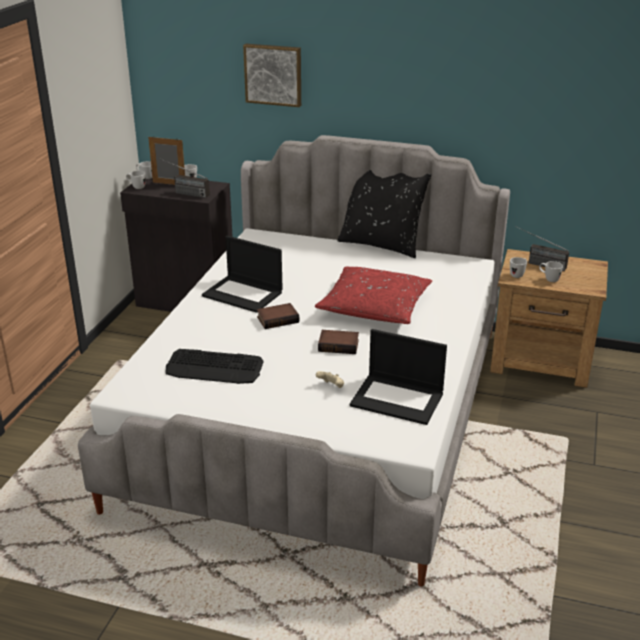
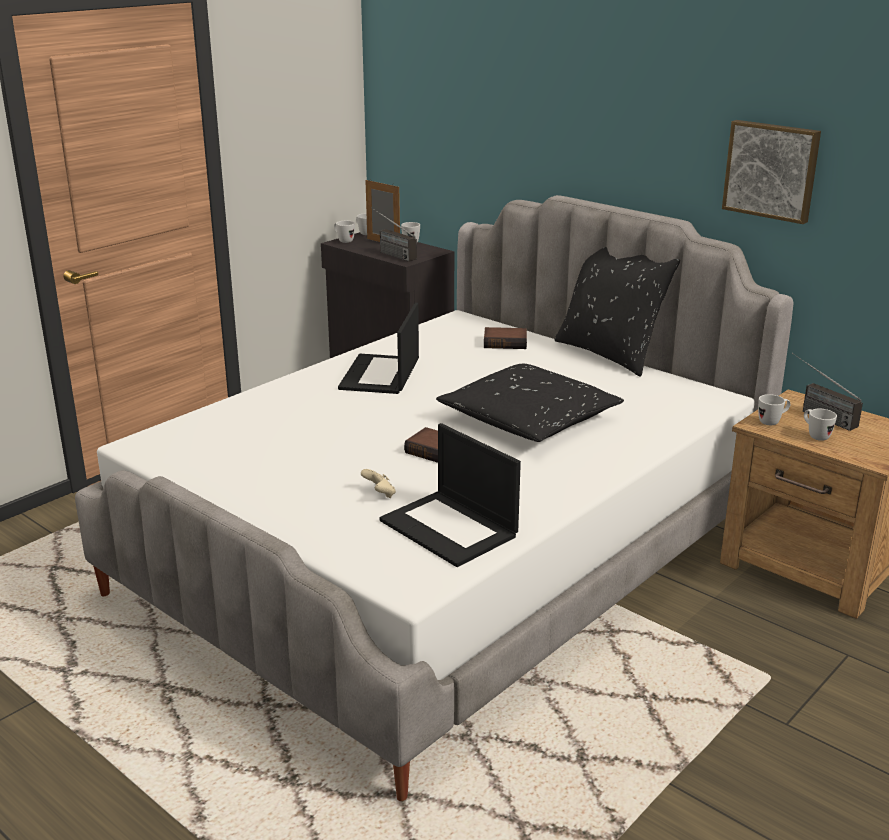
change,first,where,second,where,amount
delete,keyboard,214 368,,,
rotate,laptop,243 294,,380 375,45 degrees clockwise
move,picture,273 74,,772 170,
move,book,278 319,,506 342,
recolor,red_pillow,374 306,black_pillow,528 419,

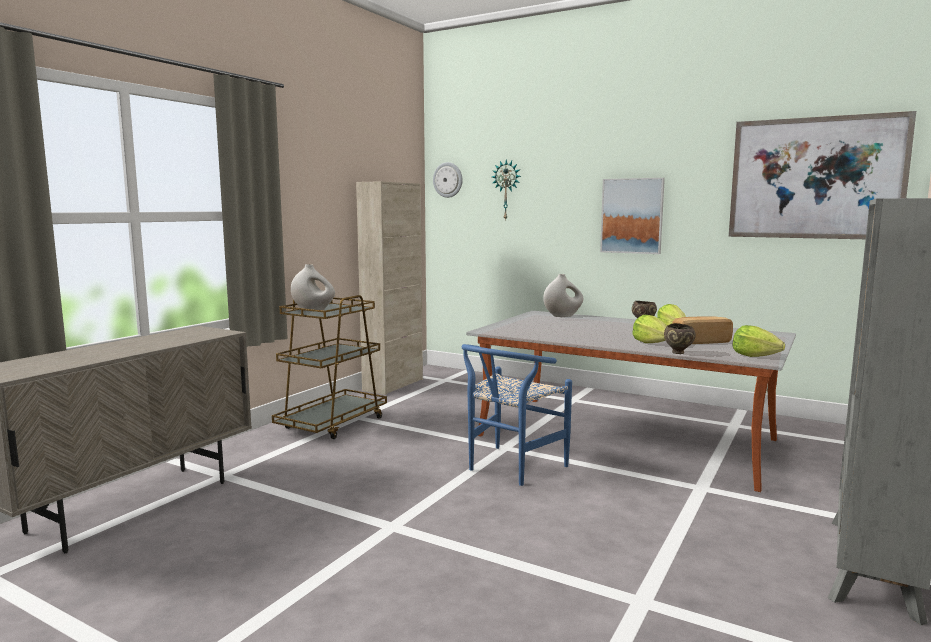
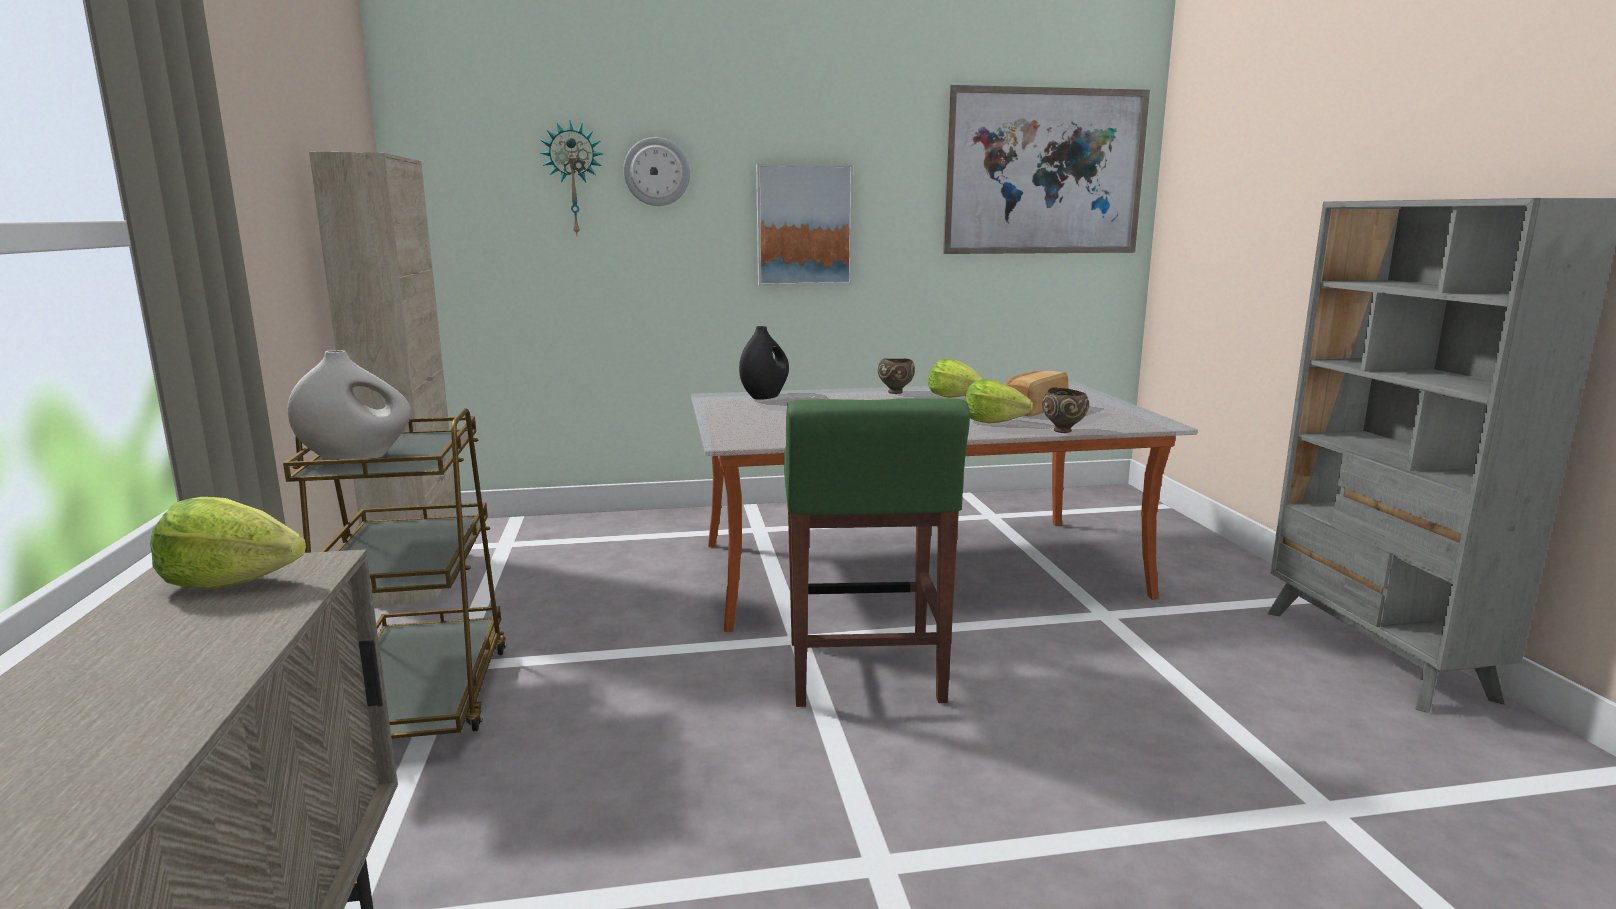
change,first,where,second,where,amount
move,wall_clock,448 180,,656 172,
replace,blue_chair,509 468,green_stool,864 673,
recolor,white_vase,563 316,black_vase,764 396,
move,lettuce,754 356,,231 581,

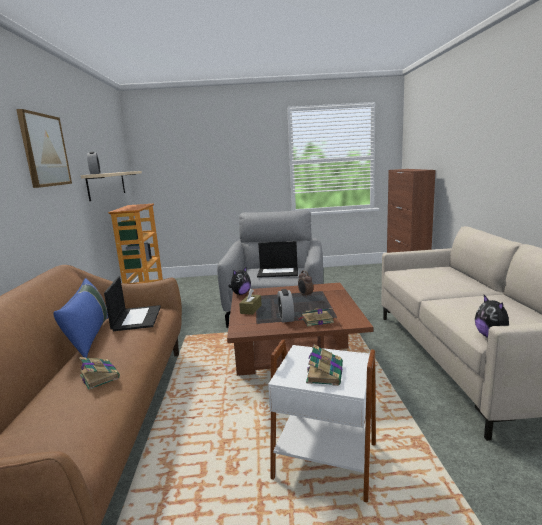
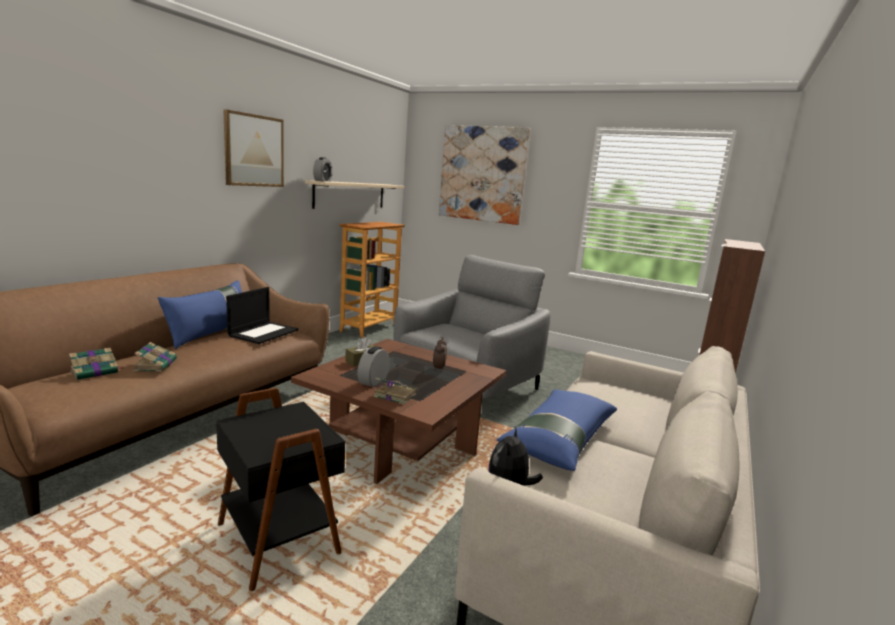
change,first,where,second,where,amount
delete,plush_toy,241 294,,,
delete,laptop,278 272,,,
recolor,white_side_table,325 459,black_side_table,280 538,
move,book,325 373,,96 372,
insert,,,picture,482 174,
insert,,,blue_pillow,559 438,

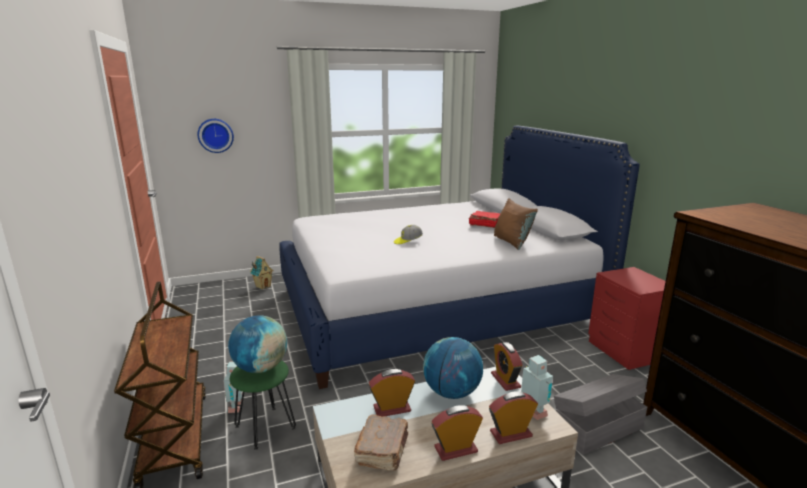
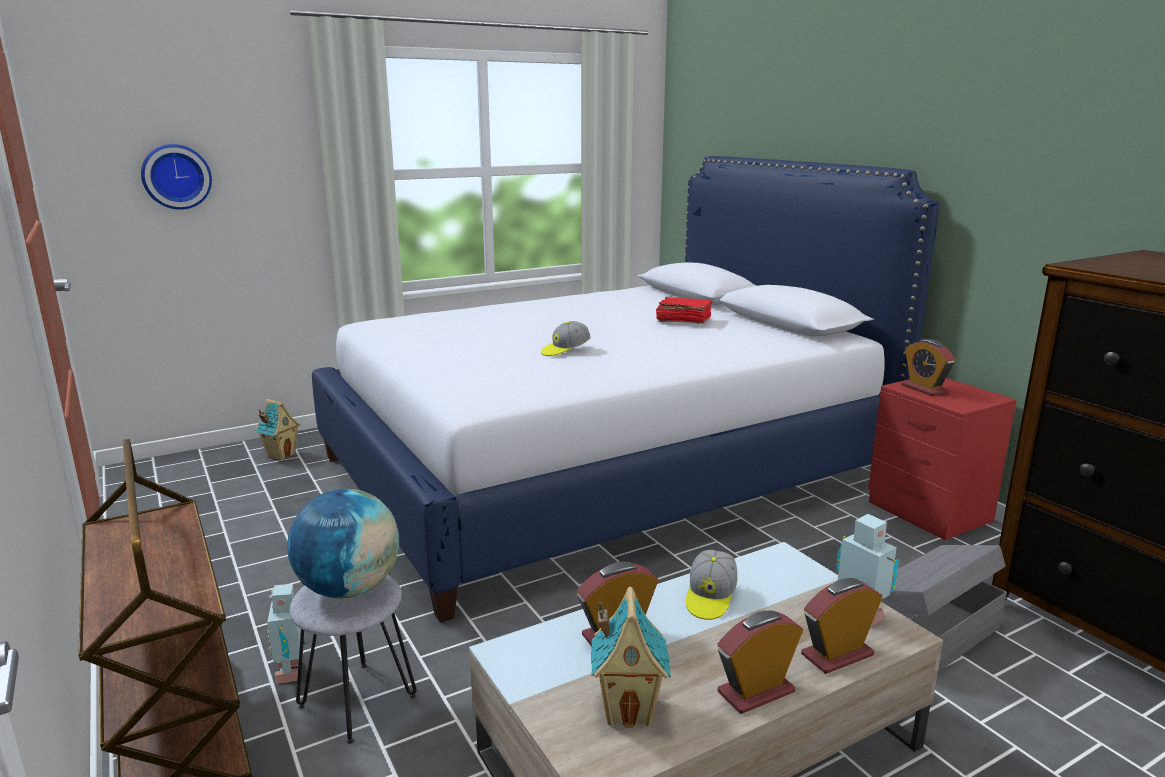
change,first,where,second,where,amount
recolor,green_stool,265 427,grey_stool,356 702,
replace,brown_book,383 450,toy_house,629 709,
replace,globe,452 392,cap,710 597,
move,alarm_clock,505 380,,924 389,
delete,brown_pillow,512 242,,,

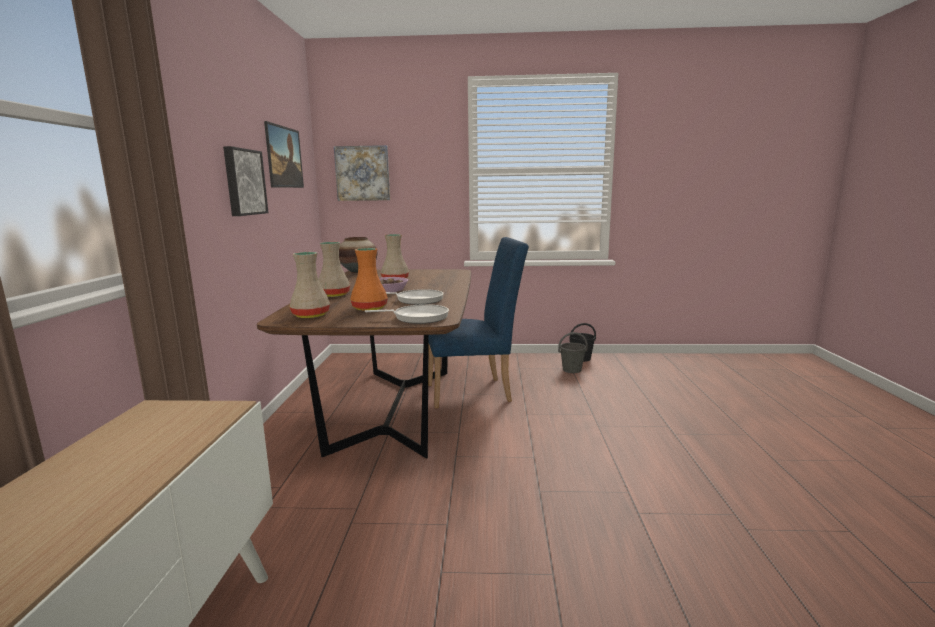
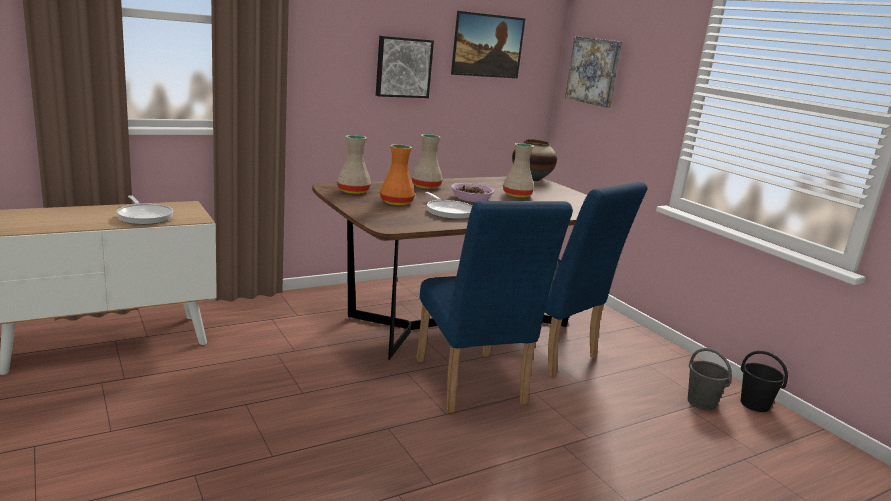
change,first,where,second,where,amount
move,frying_pan,417 317,,144 216,
insert,,,blue_chair,472 386,

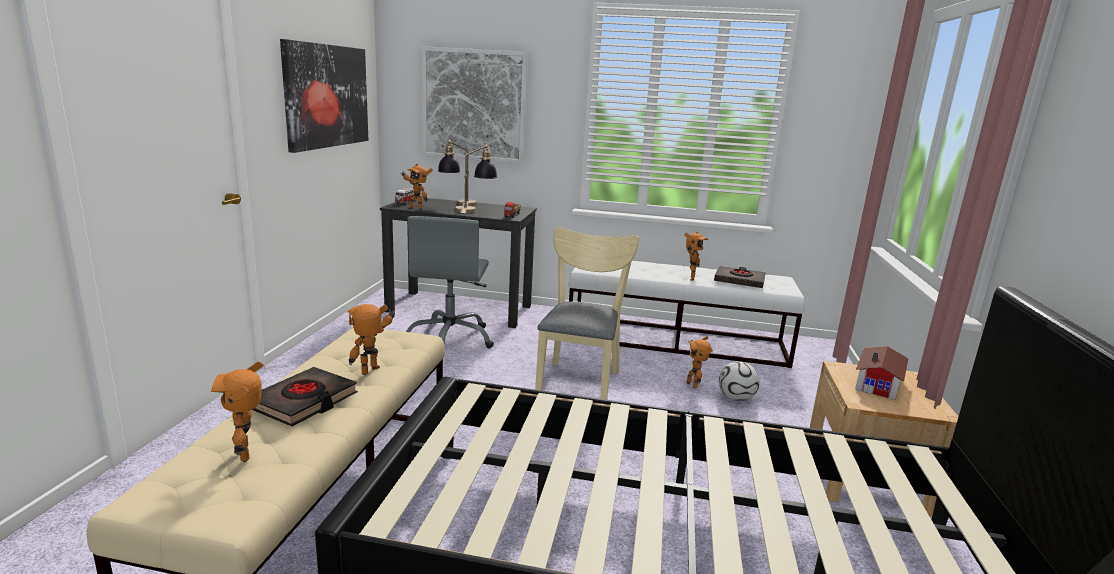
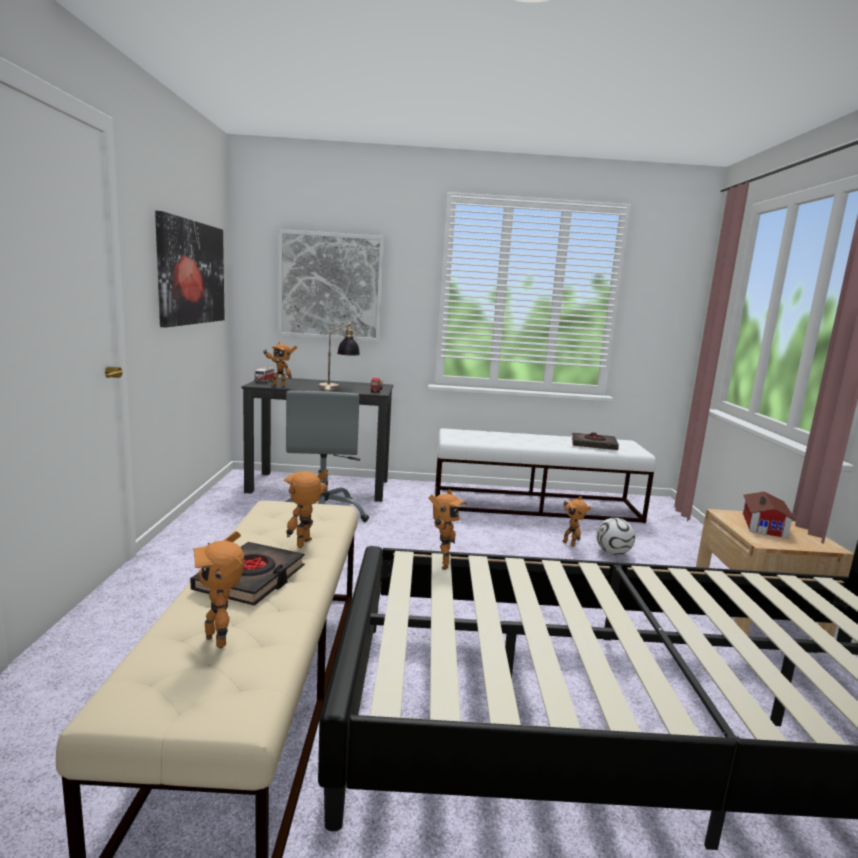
change,first,where,second,where,amount
delete,table_lamp,457 204,,,
delete,beige_chair,579 381,,,
move,toy_robot,690 278,,441 564,

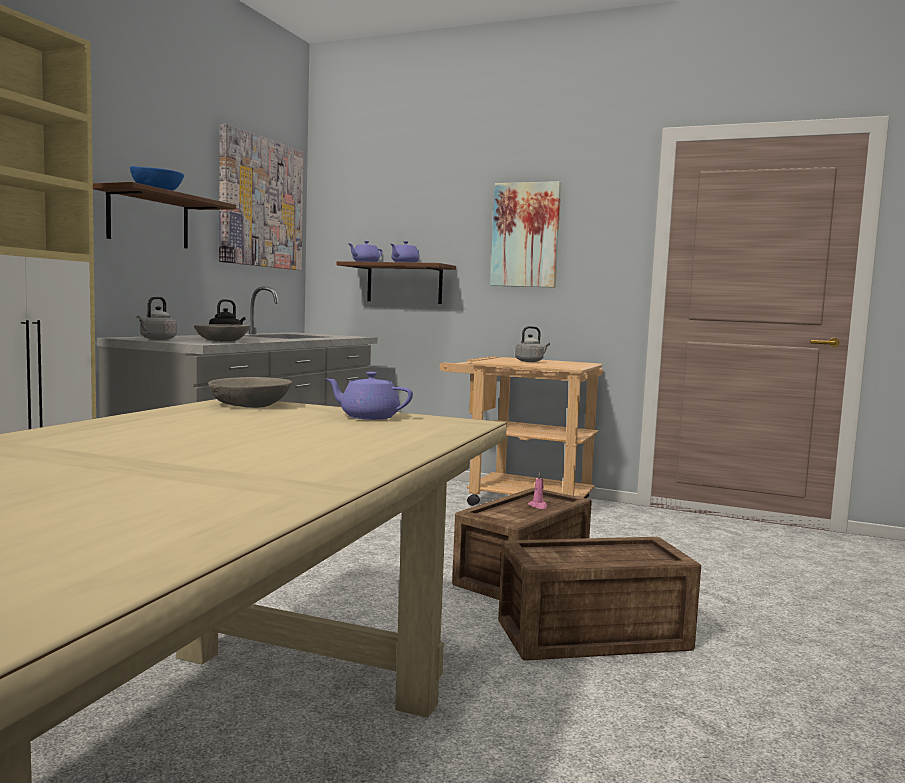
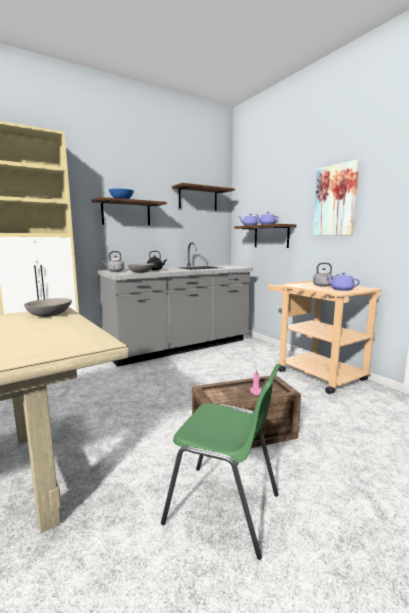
change,first,where,second,where,amount
replace,picture,260 203,brown_shelf,198 199,
move,purple_teapot,368 417,,341 289,
replace,crate,597 637,green_chair,224 509,

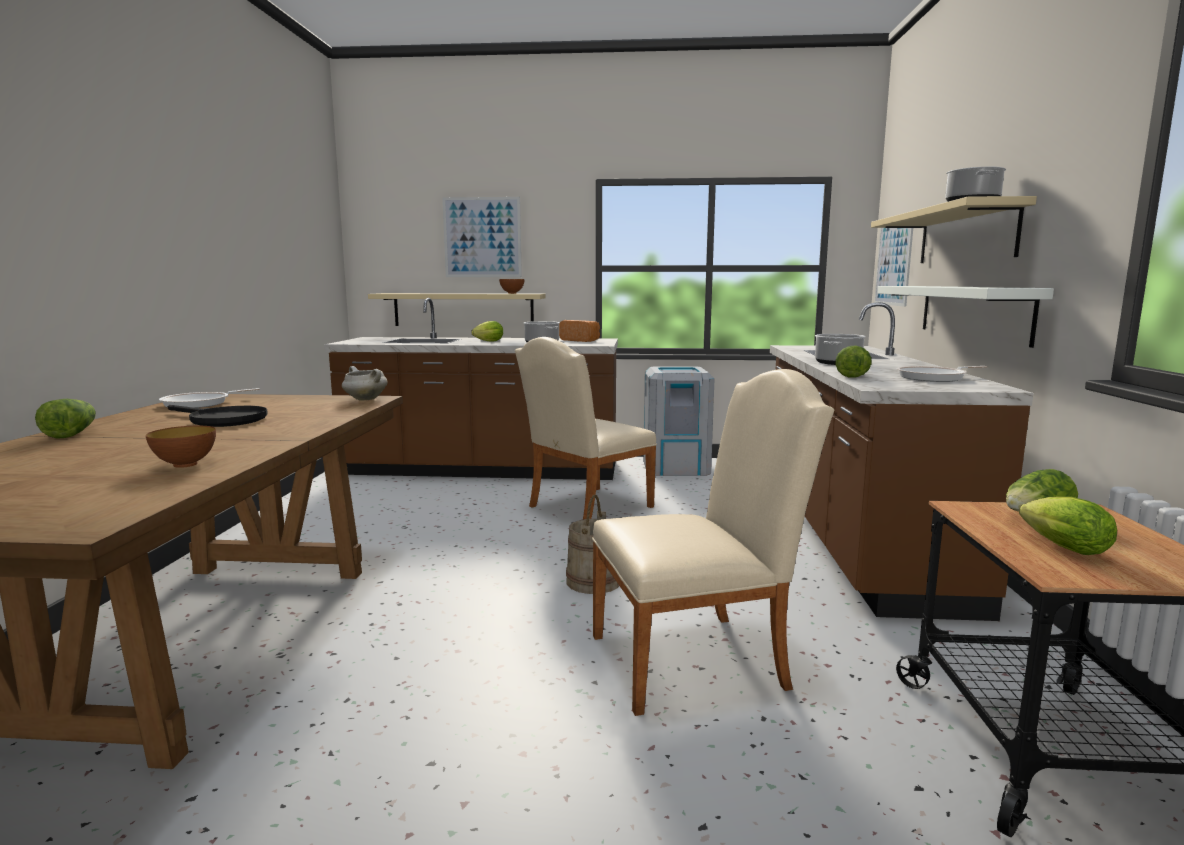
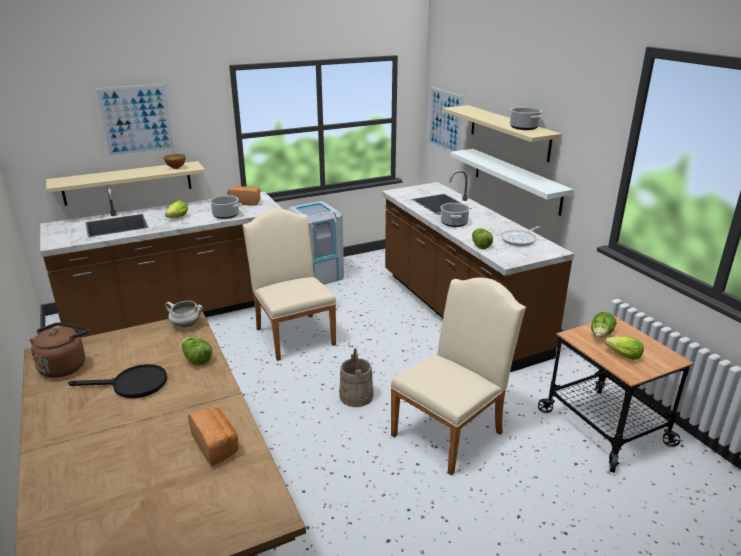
change,first,where,second,where,amount
move,lettuce,71 434,,196 359,
replace,bowl,185 464,bread,216 445,
replace,frying_pan,200 403,brown_kettle,65 366,
rotate,beige_chair,584 508,,293 333,135 degrees clockwise

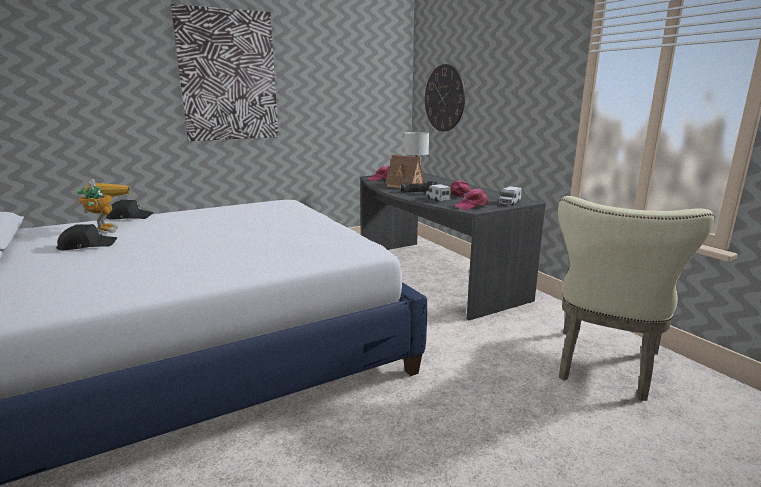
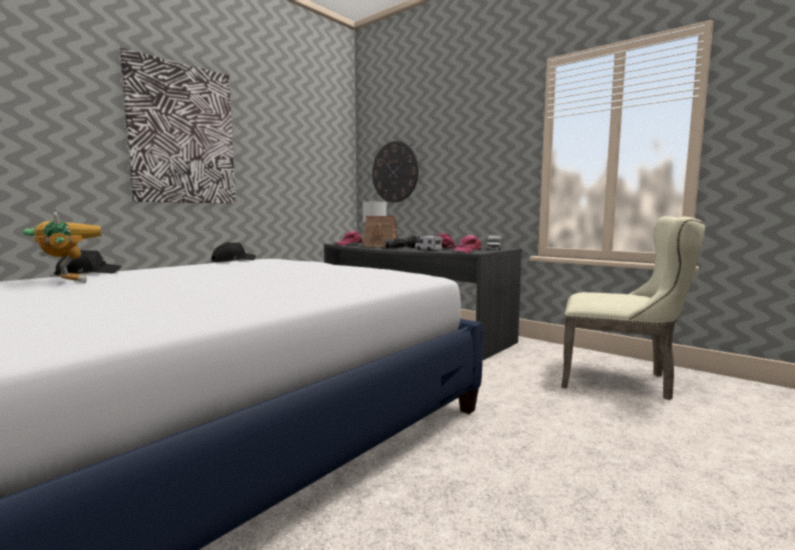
change,first,where,second,where,amount
move,black_cap,87 245,,233 260,
rotate,beige_chair,604 368,,621 380,75 degrees counterclockwise

